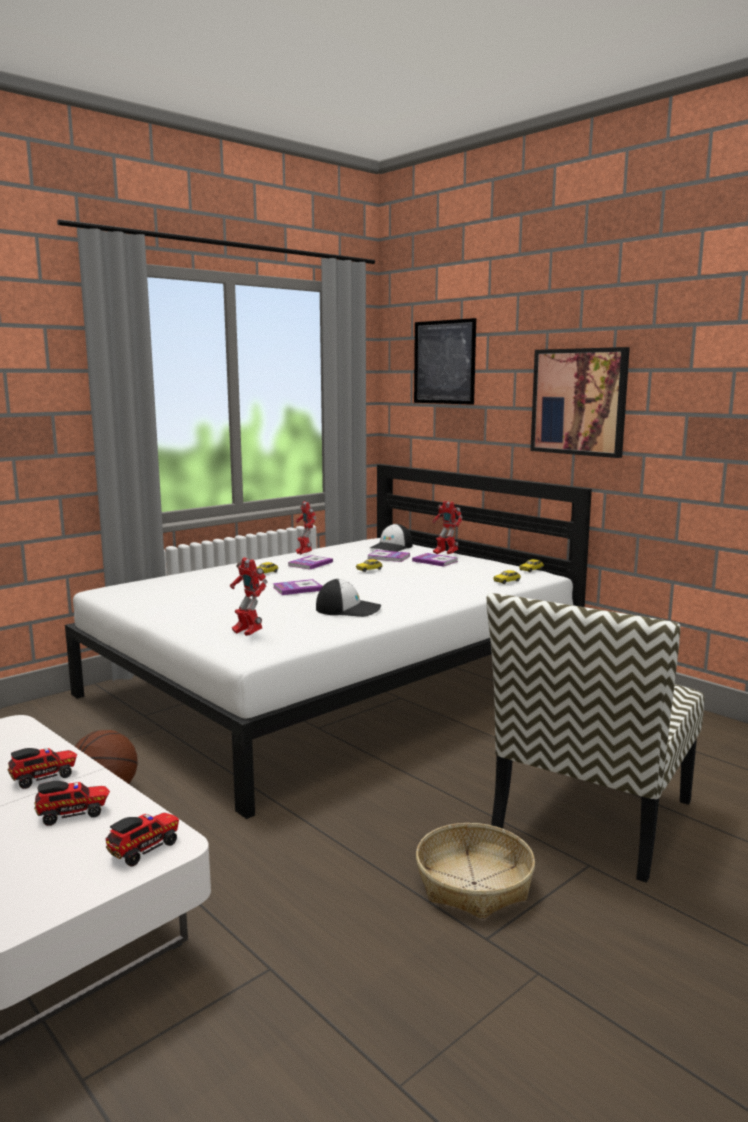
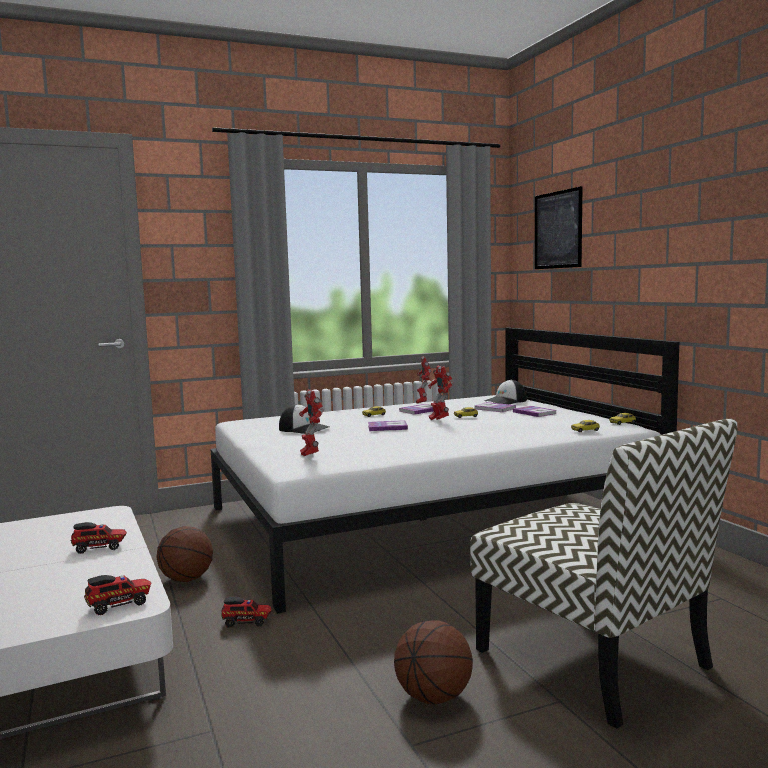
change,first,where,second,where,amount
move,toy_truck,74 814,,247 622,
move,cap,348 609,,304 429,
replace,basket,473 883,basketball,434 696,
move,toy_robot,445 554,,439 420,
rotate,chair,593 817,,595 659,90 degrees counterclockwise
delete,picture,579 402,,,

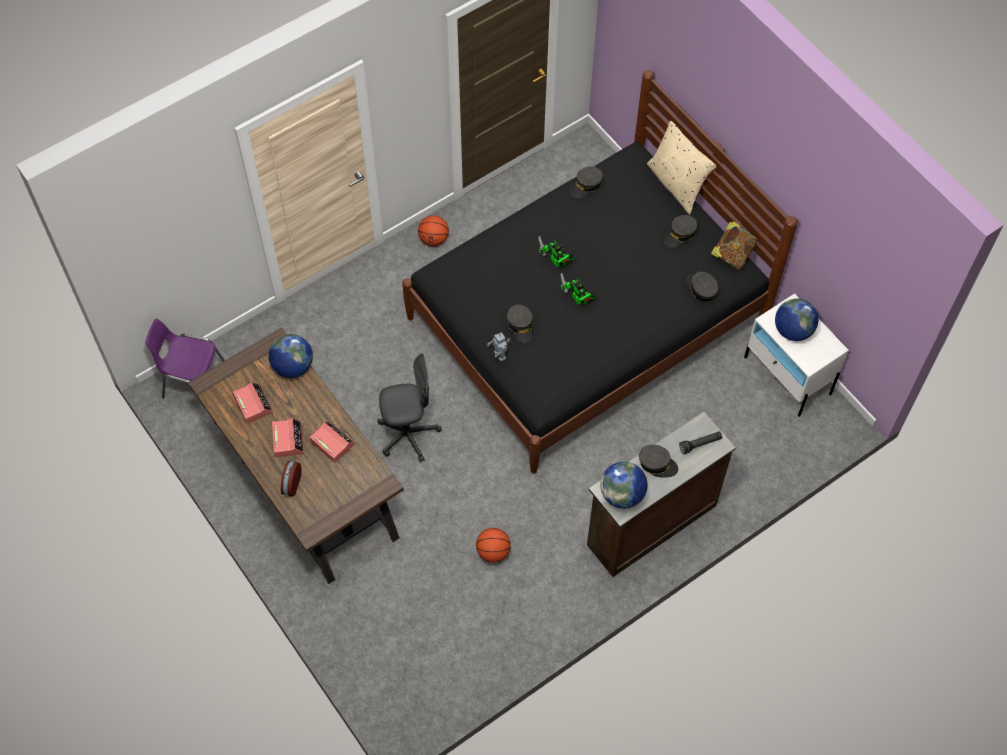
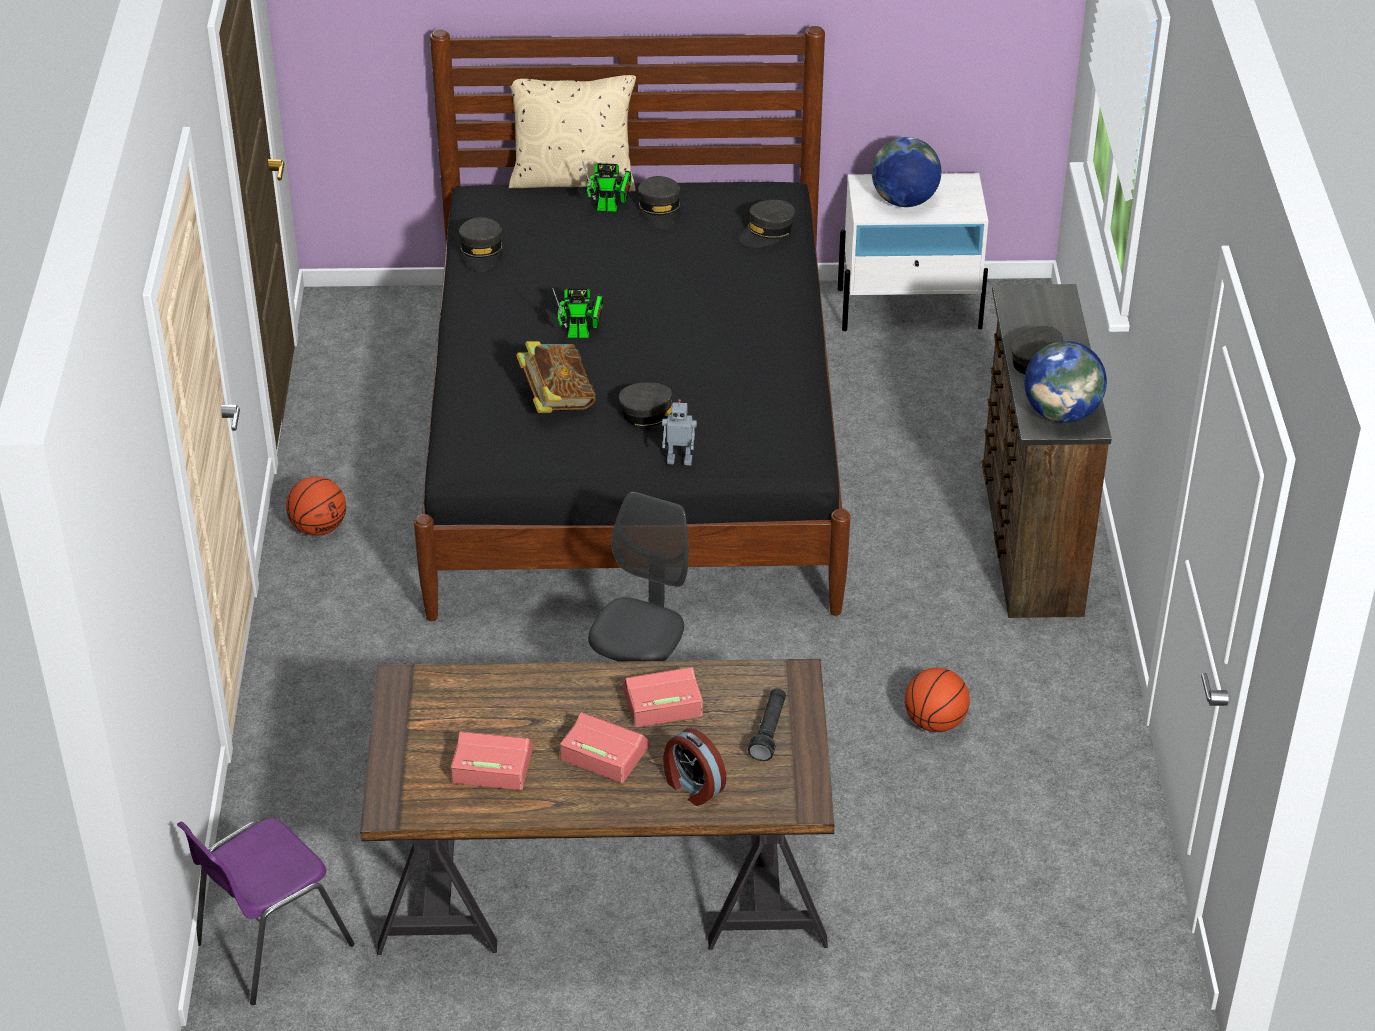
change,first,where,second,where,amount
delete,globe,293 366,,,
move,toy_robot,578 300,,610 208,
move,black_flashlight,700 444,,769 731,
rotate,grey_cap,701 289,,767 232,45 degrees counterclockwise
move,book,732 254,,556 400,

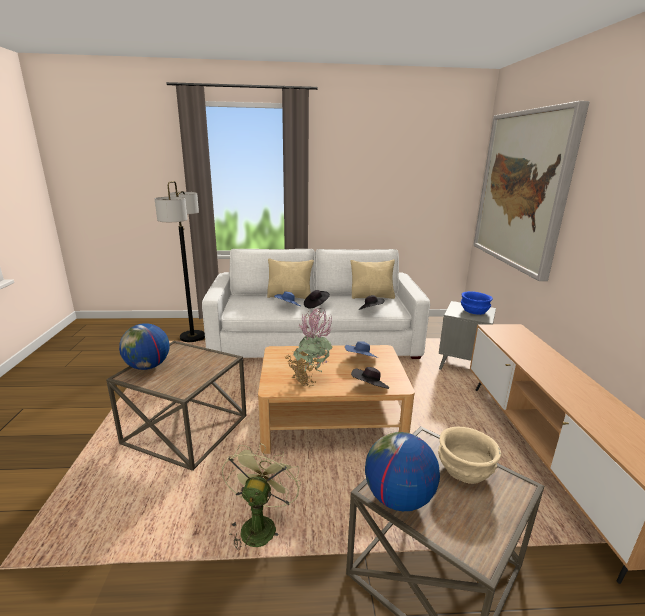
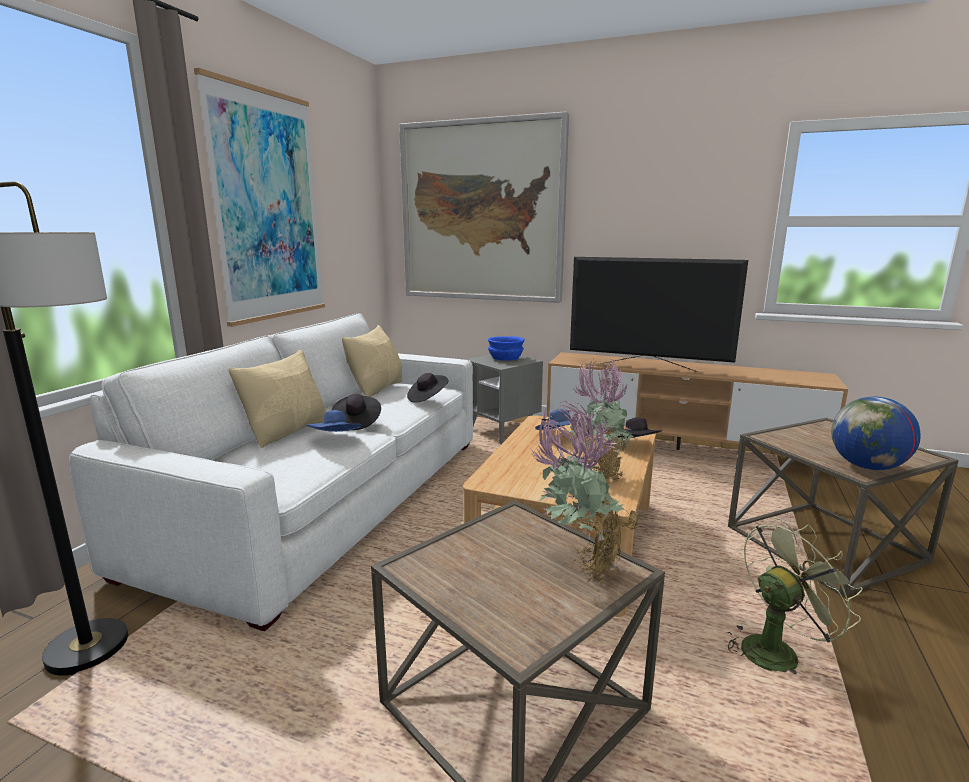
change,first,where,second,where,amount
delete,globe,148 366,,,
rotate,green_fan,259 524,,775 649,120 degrees clockwise
delete,beige_bowl,463 469,,,
insert,,,picture,268 207,
insert,,,potted_plant,579 566,
insert,,,television,647 367,

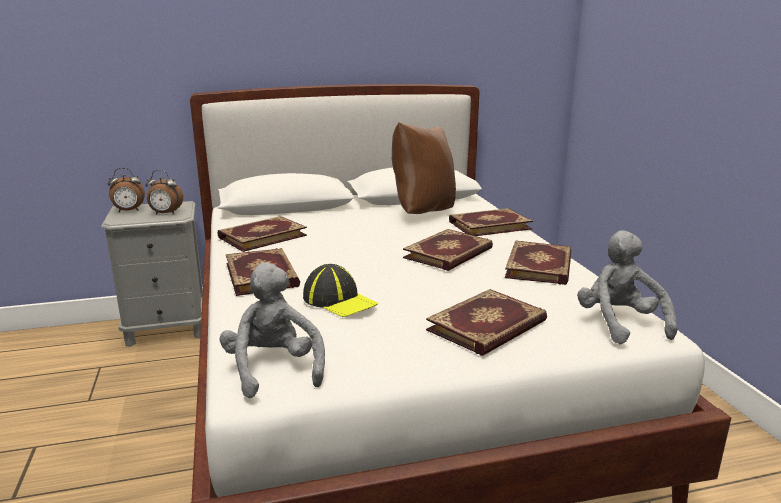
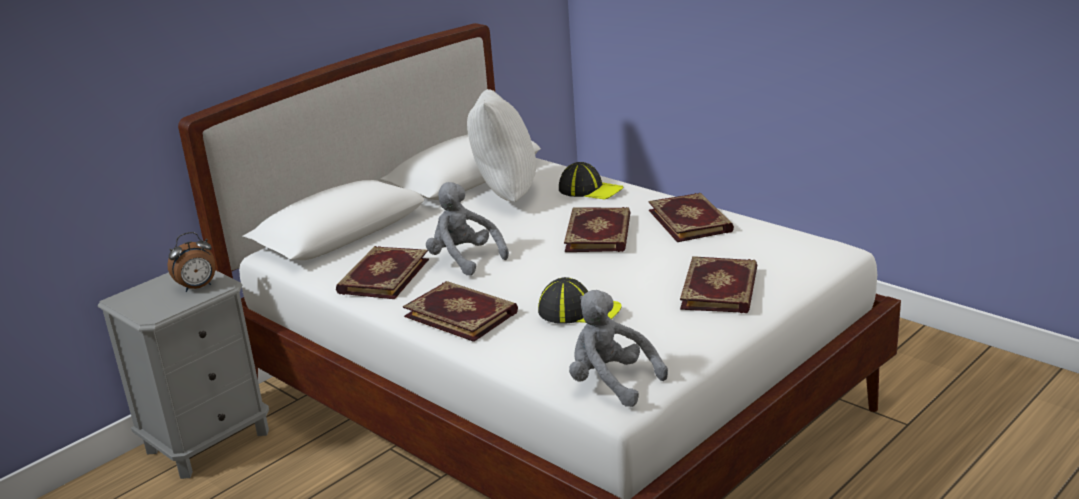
change,first,where,second,where,amount
delete,alarm_clock,128 211,,,
recolor,brown_pillow,422 212,white_pillow,503 195,
replace,book,489 225,cap,590 190,
move,grey_plush_toy,619 324,,464 259,

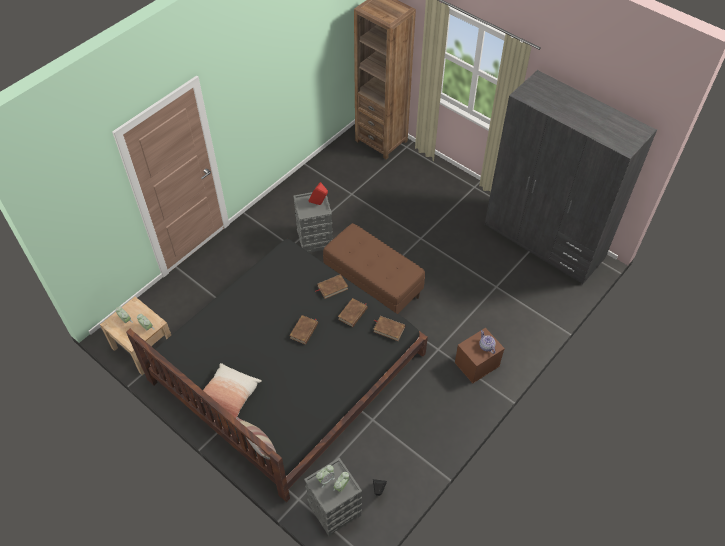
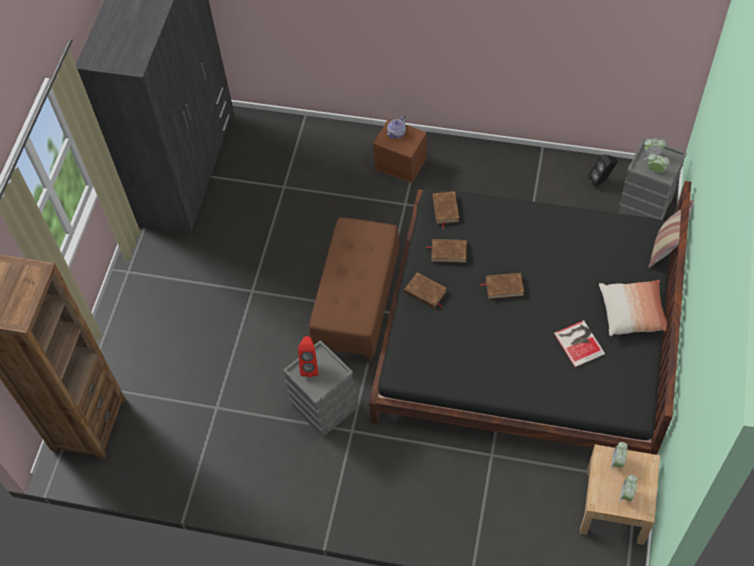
change,first,where,second,where,amount
insert,,,book,579 342,

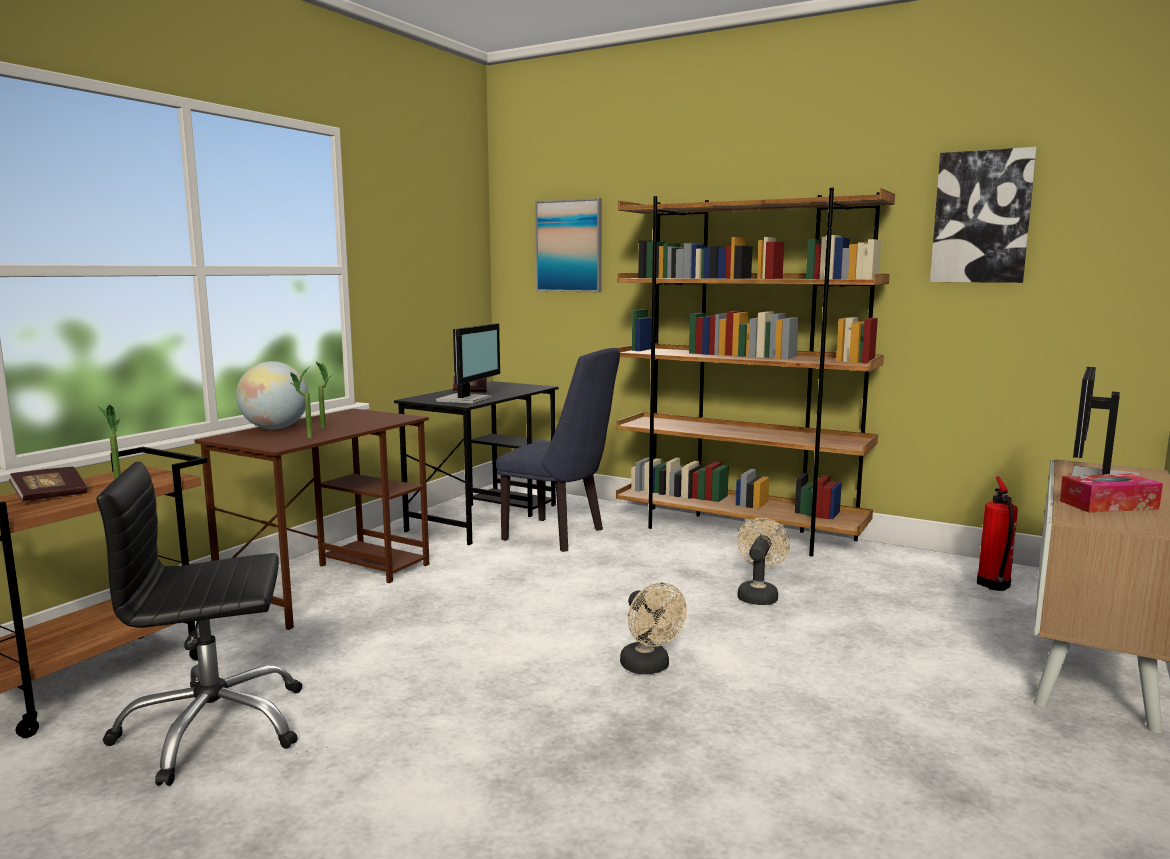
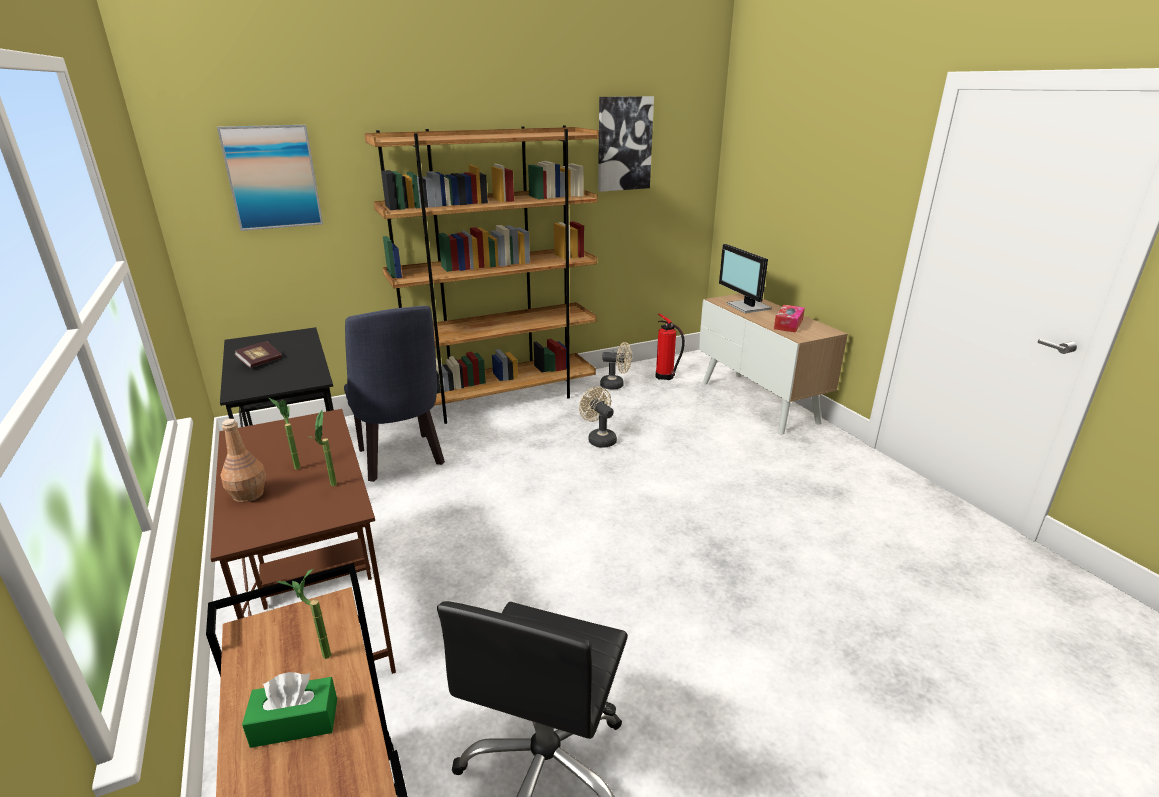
change,first,where,second,where,amount
replace,book,50 496,green_tissue_box,295 722,
replace,globe,275 428,brown_bottle,248 495,
delete,monitor,466 399,,,
rotate,blue_chair,561 536,,402 461,90 degrees clockwise
move,beige_fan,649 667,,616 385,

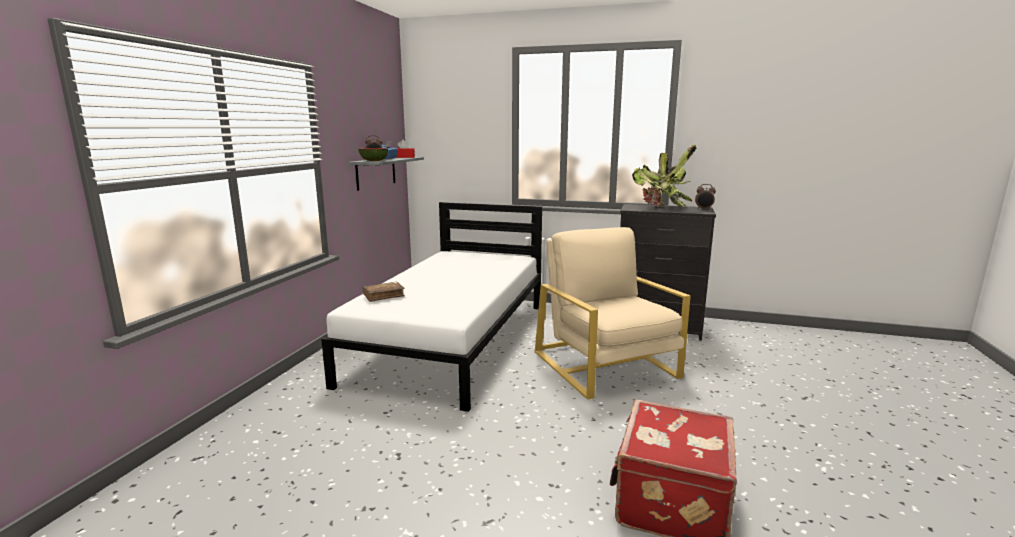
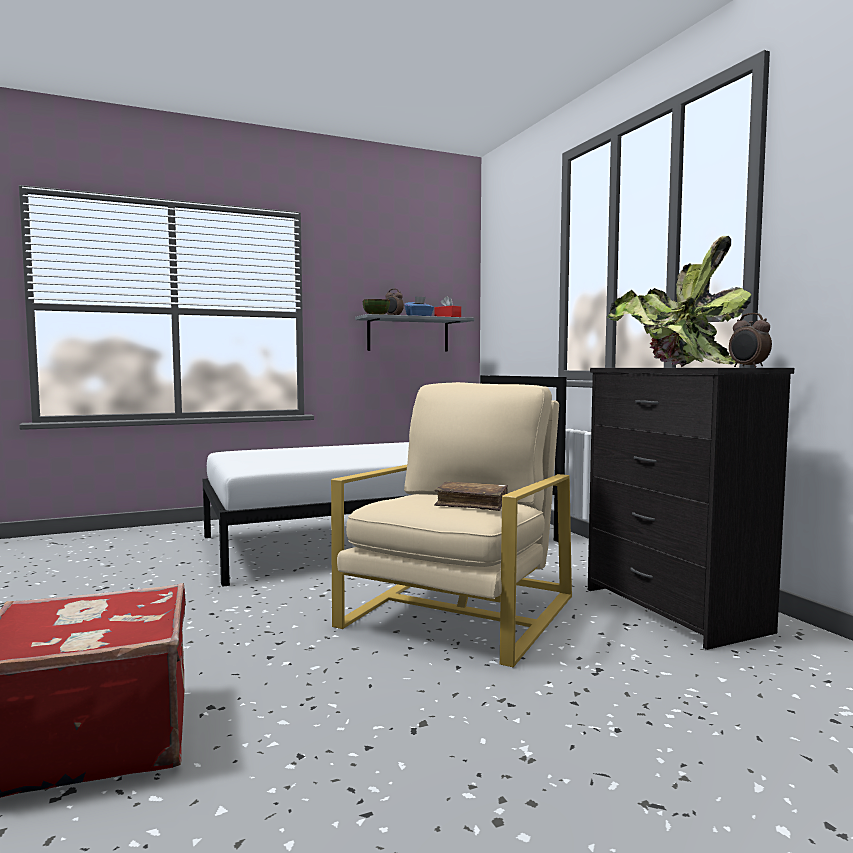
change,first,where,second,where,amount
move,brown_book,383 296,,472 504,

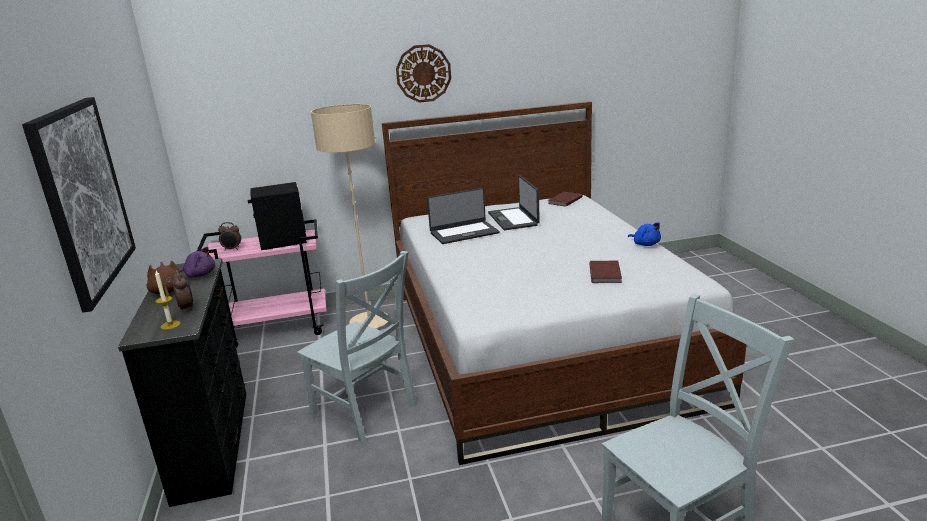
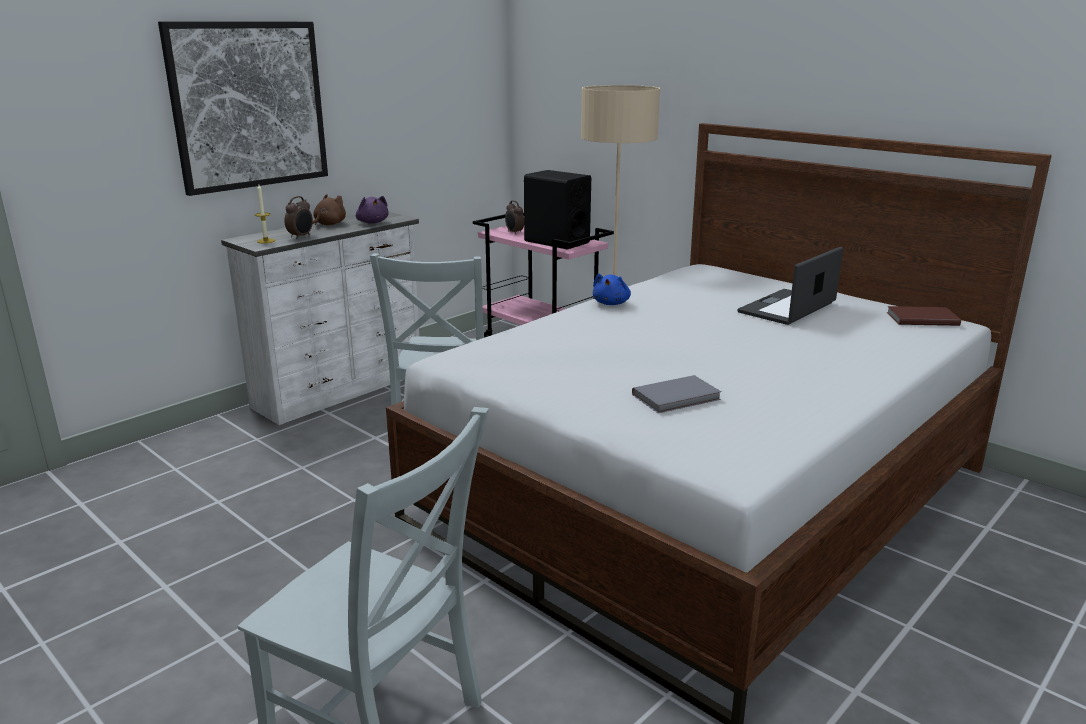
change,first,where,second,where,amount
recolor,black_dresser,215 442,white_dresser,342 390,
delete,wall_clock,423 73,,,
delete,laptop,464 233,,,
recolor,brown_book,606 273,grey_book,678 397,
move,blue_plush_toy,645 244,,611 303,

